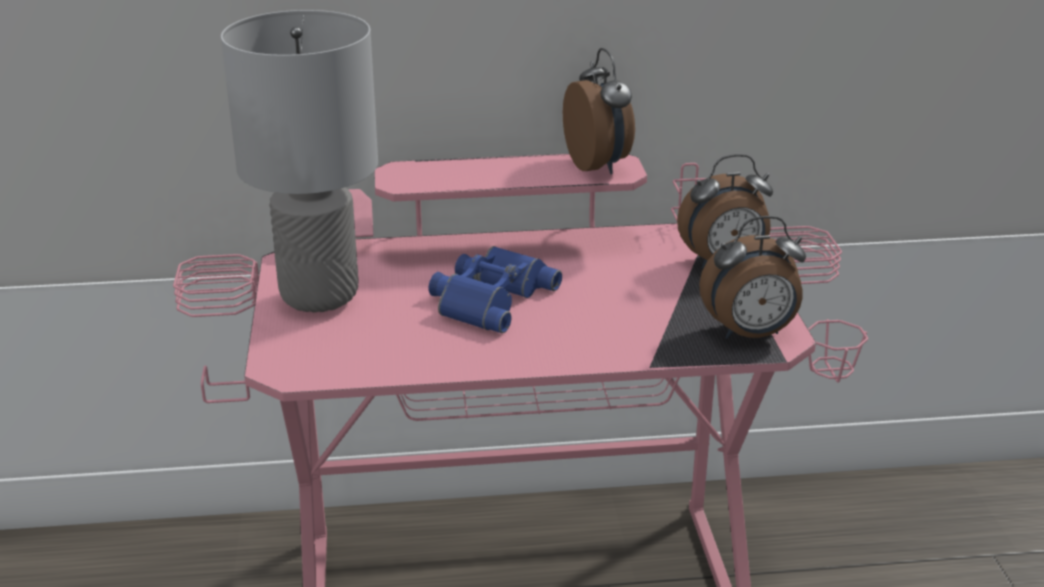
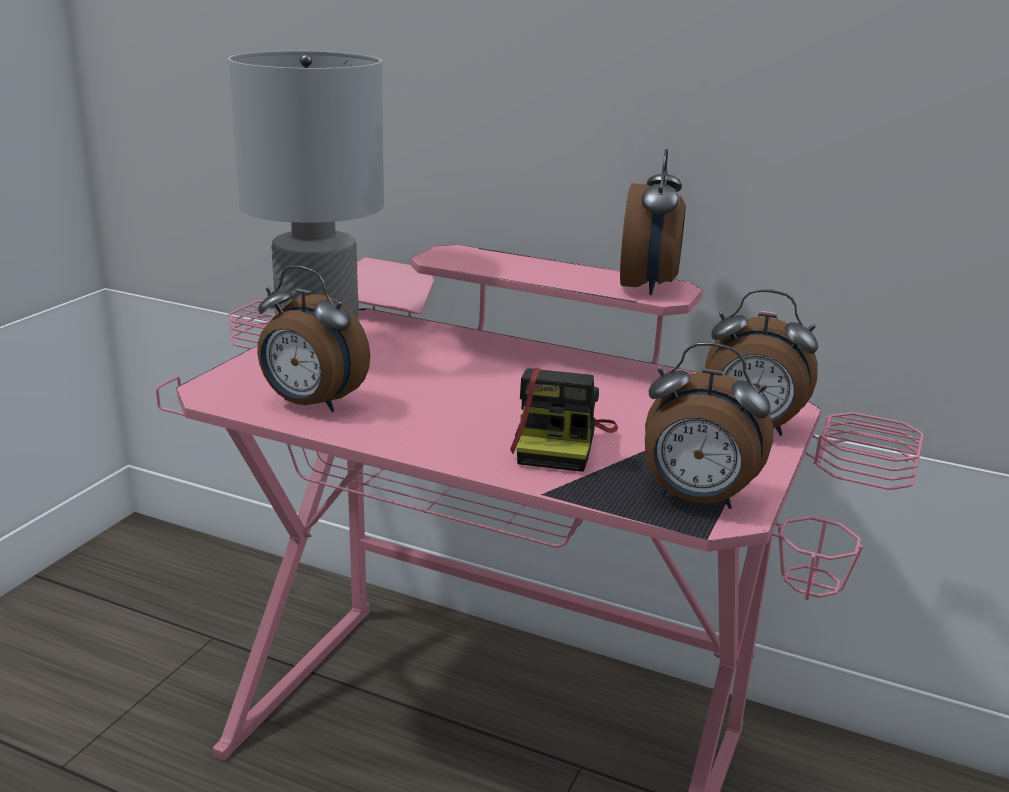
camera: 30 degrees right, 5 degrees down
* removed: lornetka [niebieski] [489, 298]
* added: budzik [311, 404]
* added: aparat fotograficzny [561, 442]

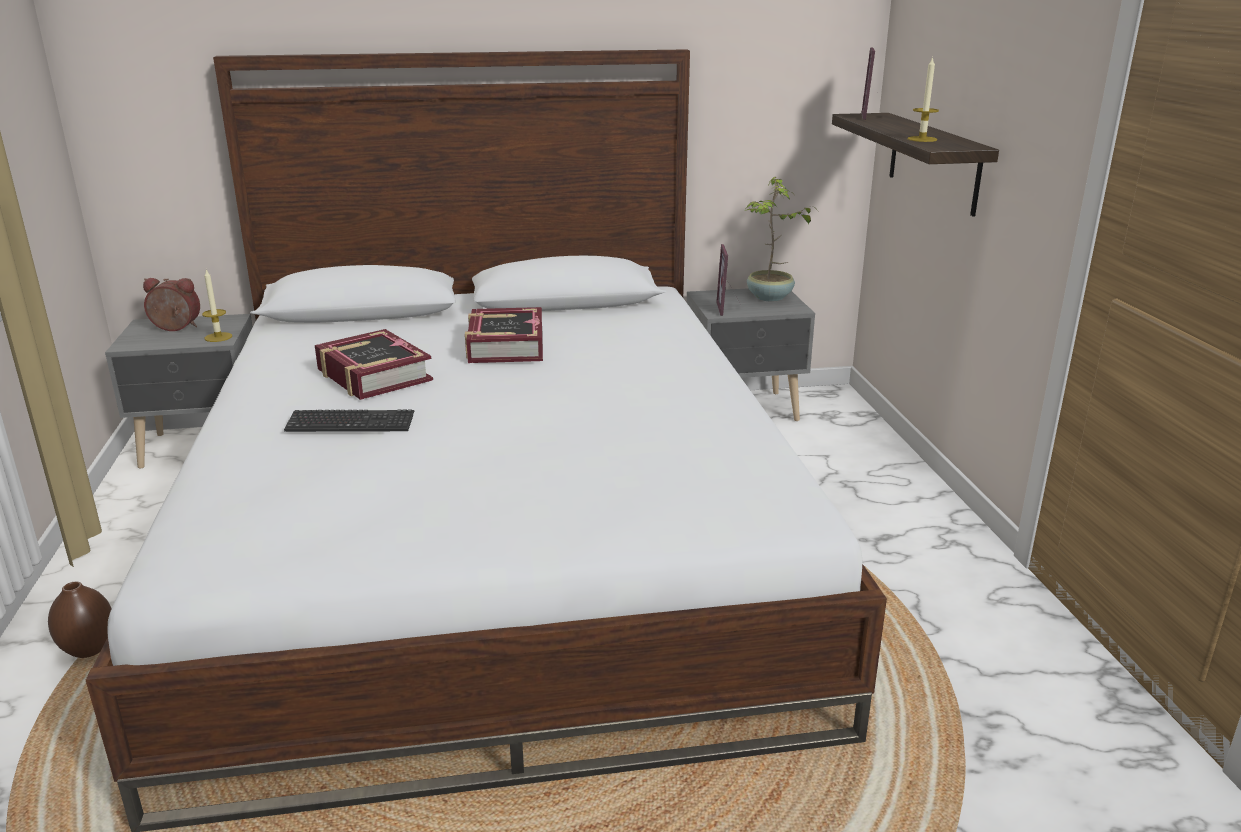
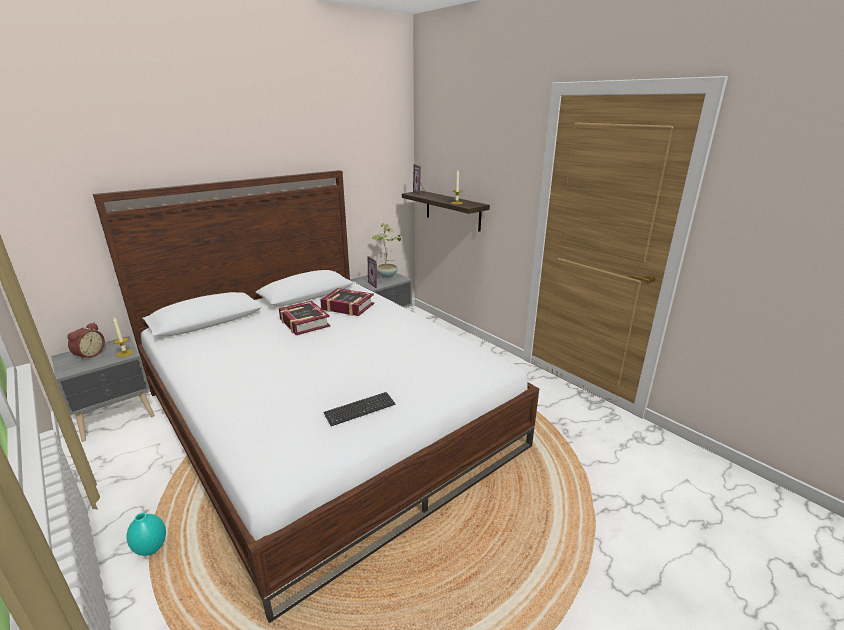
camera: 30 degrees left, 0 degrees up
* recoloured: wazon [brązowy] [88, 651] to wazon [turkusowy] [151, 549]
* turned: budzik [175, 328] = [89, 354] 135 degrees clockwise
* moved: klawiatura [350, 424] to [360, 410]
* moved: książka [373, 375] to [347, 307]

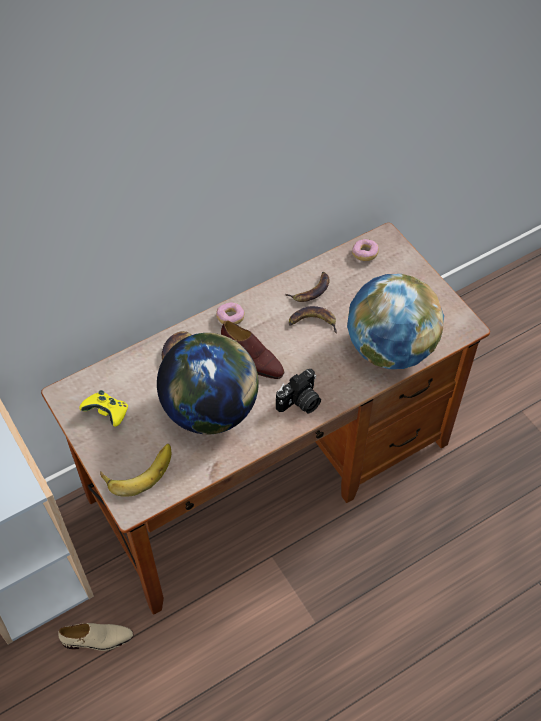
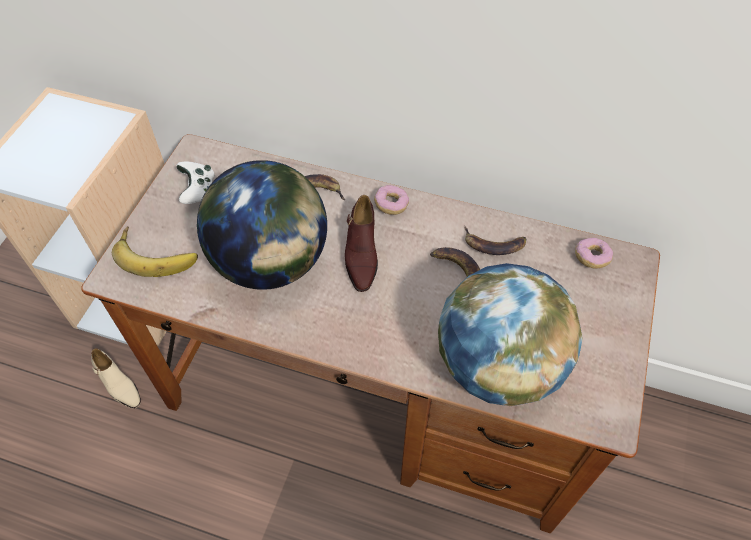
camera: 50 degrees right, 0 degrees up
* recoloured: pad do gier [żółty] [108, 414] to pad do gier [biały] [199, 192]
* removed: aparat fotograficzny [300, 402]

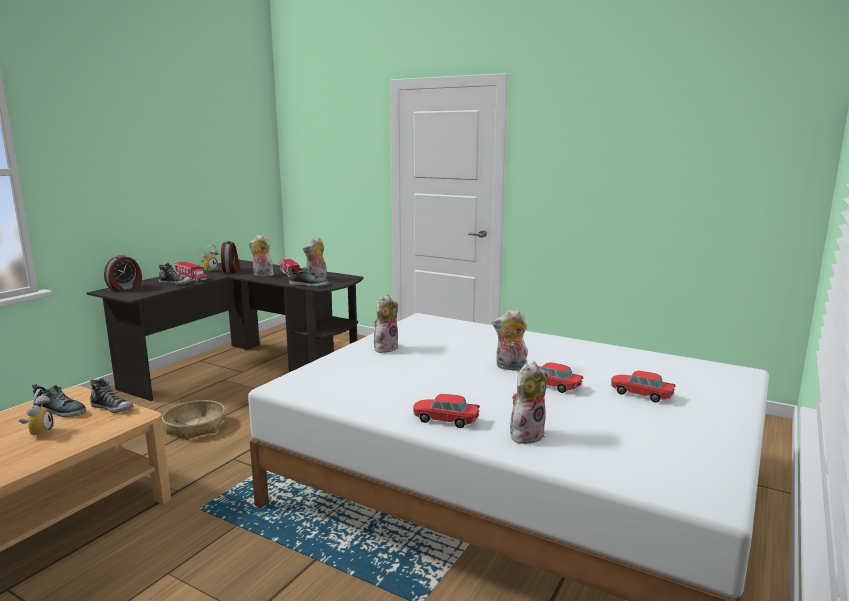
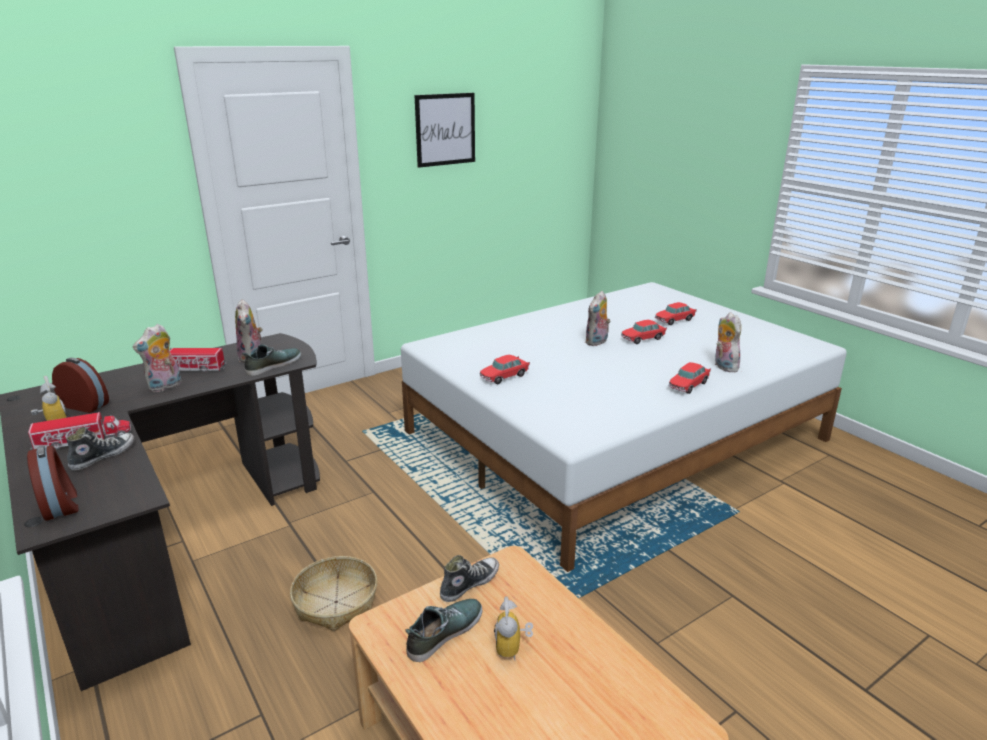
camera: 65 degrees left, 10 degrees up
* turned: budzik [38, 433] = [513, 649] 105 degrees counterclockwise
* replaced: pluszak [385, 348] to samochodzik [504, 377]
* added: obraz [445, 129]

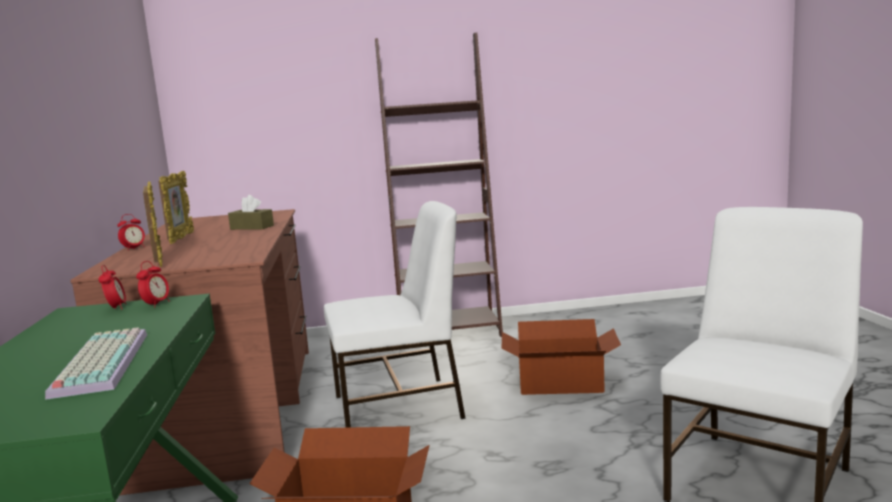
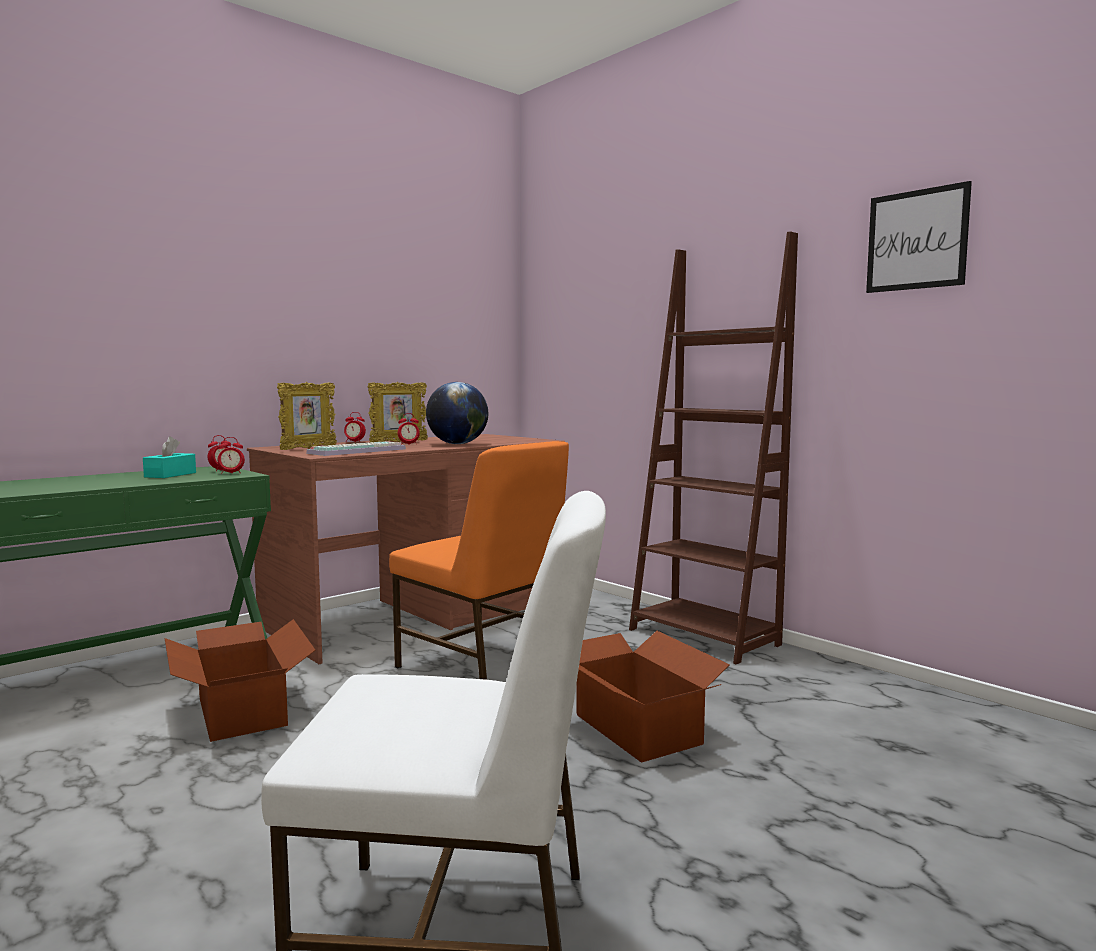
camera: 55 degrees right, 5 degrees down
* moved: klawiatura [99, 363] to [357, 451]
* replaced: pudełko chusteczek [brązowy] [252, 227] to globus [457, 444]
* recoloured: krzesło [biały] [400, 407] to krzesło [pomarańczowy] [482, 668]
* added: pudełko chusteczek [turkusowy] [170, 475]
* added: budzik [408, 444]
* added: obraz [916, 240]

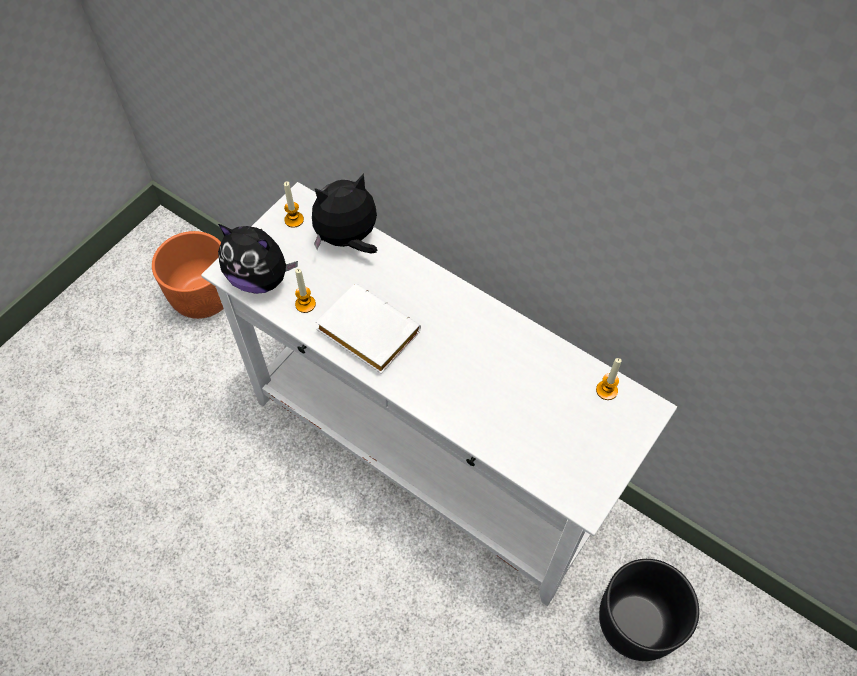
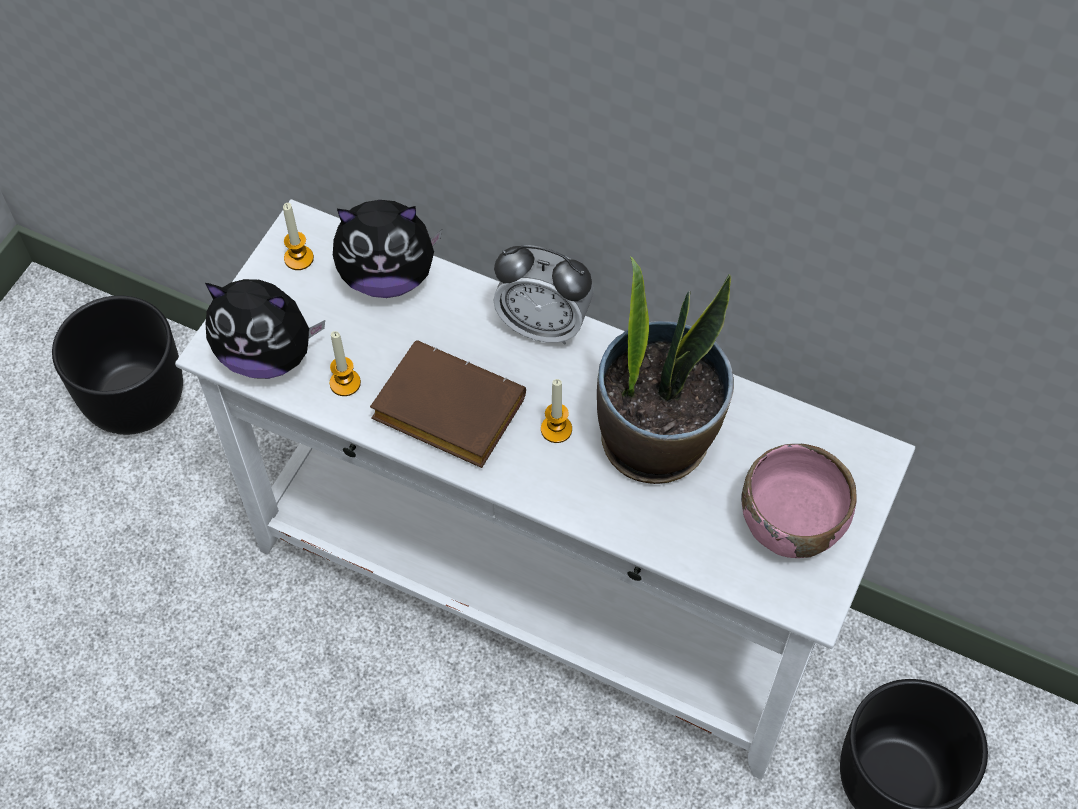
camera: 10 degrees left, 0 degrees up
* recoloured: donica [pomarańczowy] [203, 296] to donica [czarny] [134, 397]
* turned: pluszak [348, 240] = [388, 276] 150 degrees counterclockwise
* recoloured: książka [biały] [365, 333] to książka [brązowy] [443, 412]
* moved: świeca [606, 390] to [556, 429]
* added: budzik [543, 325]
* added: roślina doniczkowa [656, 439]
* added: miska [różowy] [791, 523]

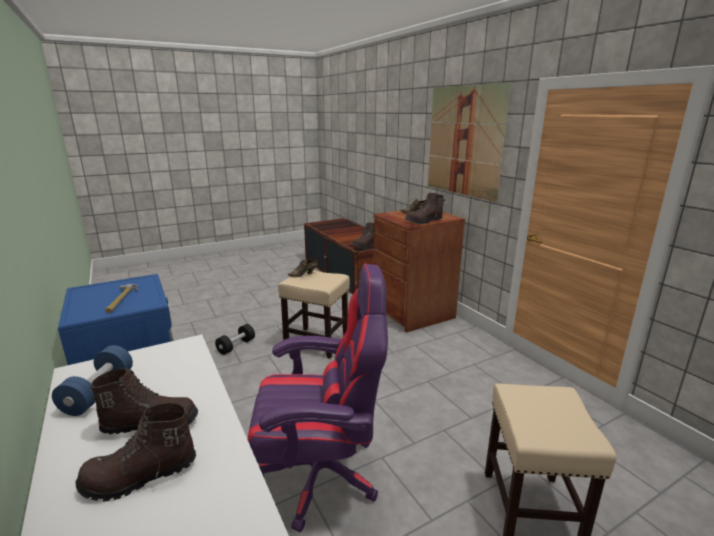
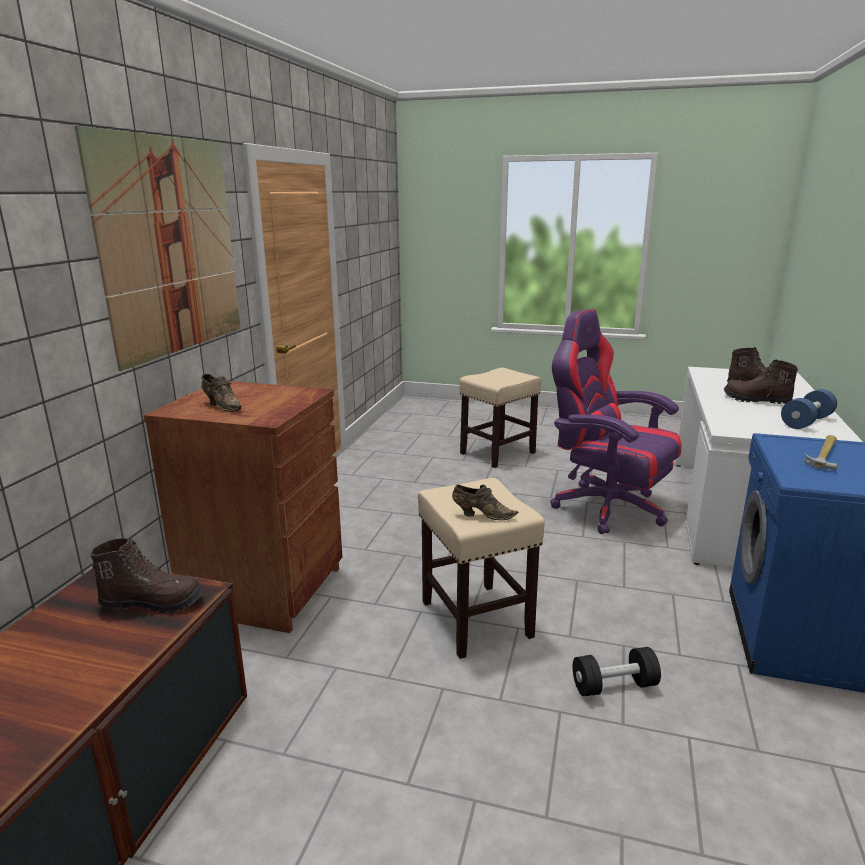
camera: 135 degrees left, 0 degrees up
* removed: but z cholewką [brązowy] [424, 221]

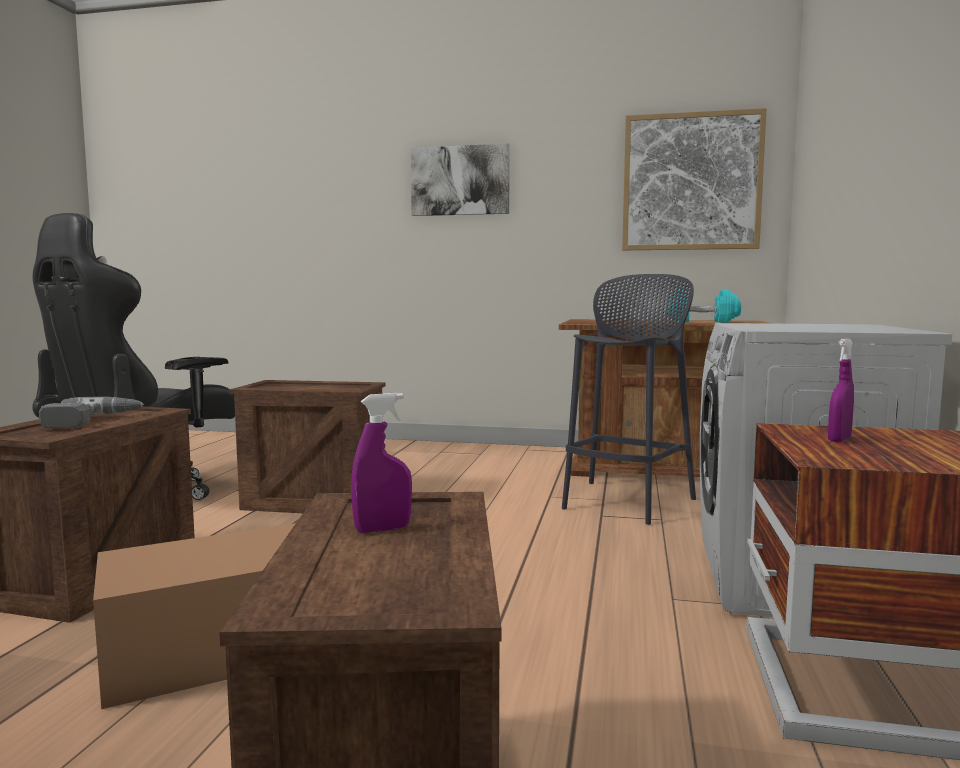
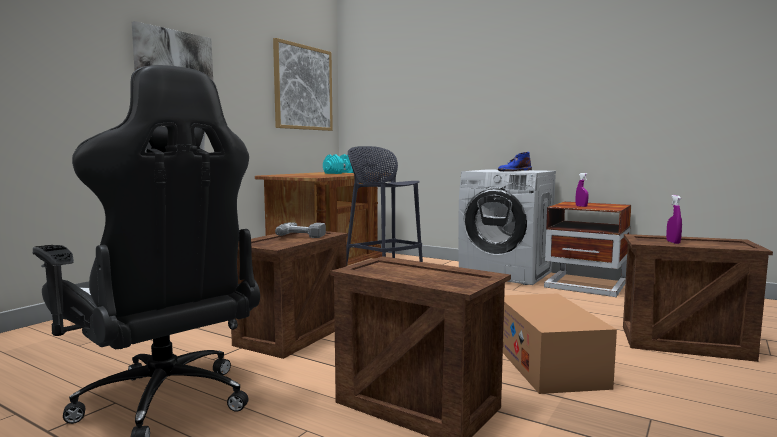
camera: 70 degrees left, 0 degrees up
* moved: wiertarka [93, 420] to [303, 234]
* added: but z cholewką [niebieski] [514, 170]

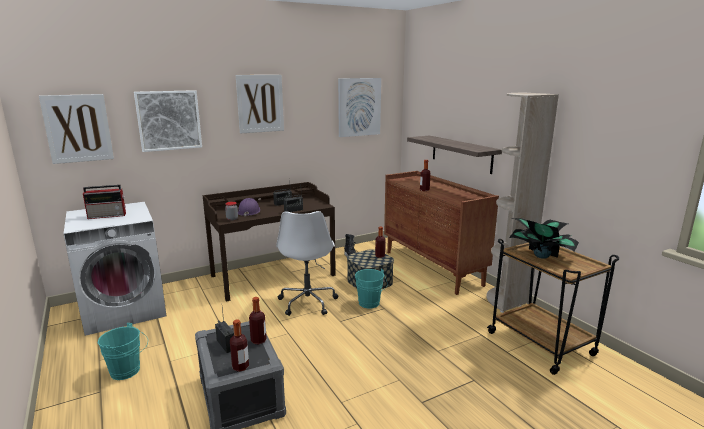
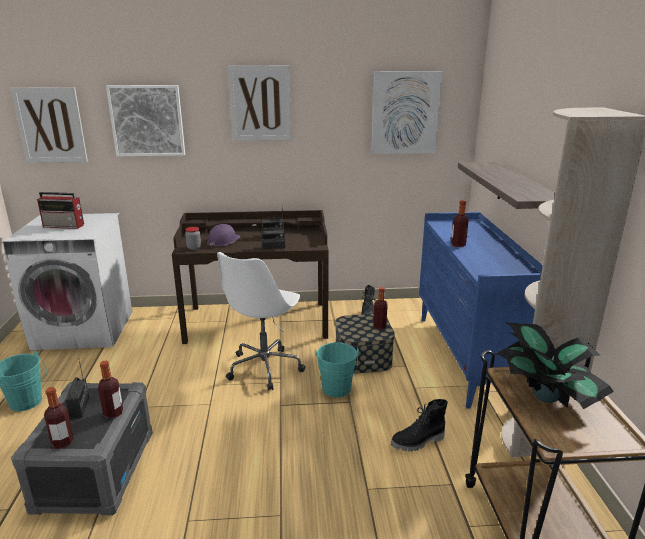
camera: 25 degrees right, 5 degrees up
* recoloured: szafka [brązowy] [432, 268] to szafka [niebieski] [465, 357]
* added: but z cholewką [czarny] [418, 442]

